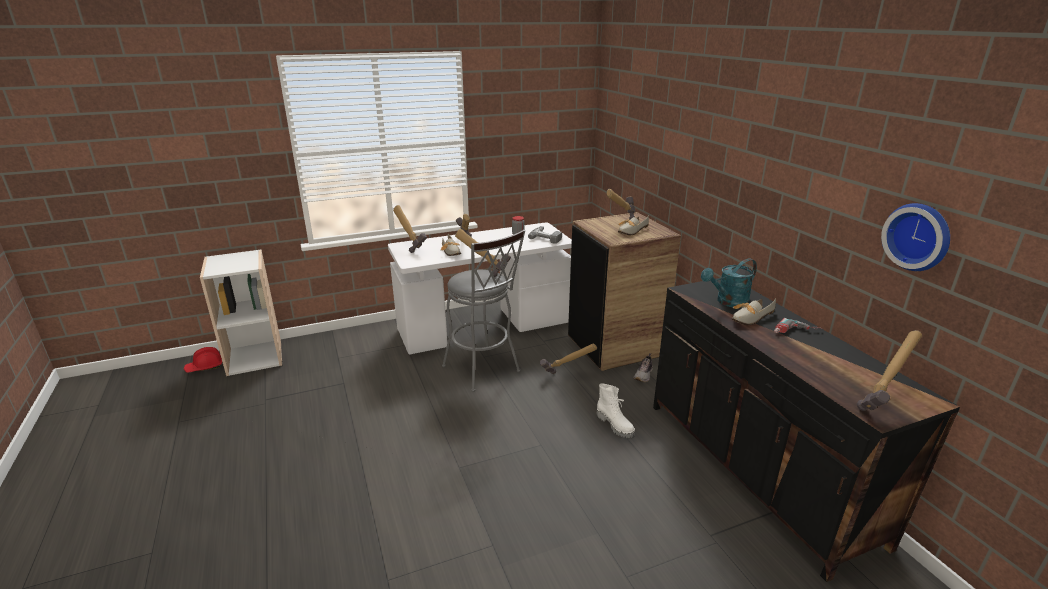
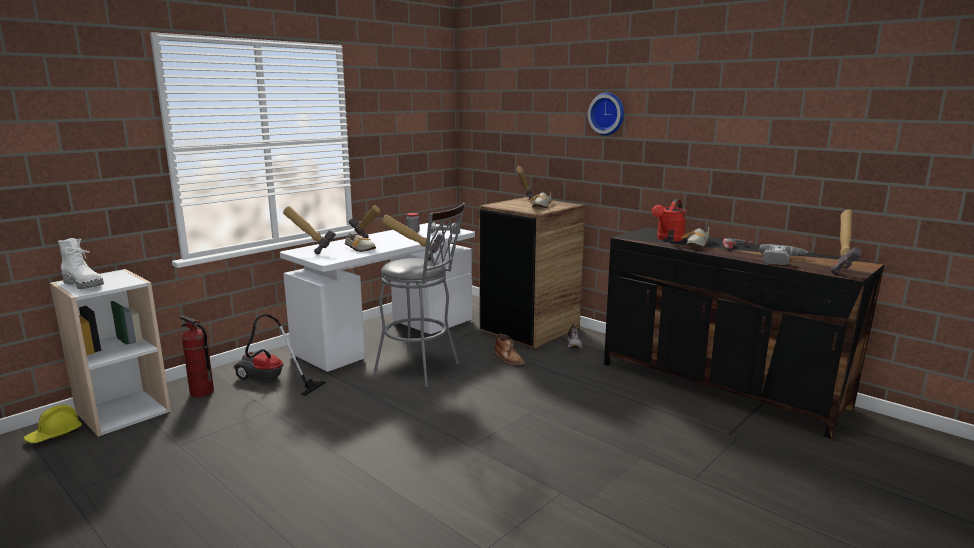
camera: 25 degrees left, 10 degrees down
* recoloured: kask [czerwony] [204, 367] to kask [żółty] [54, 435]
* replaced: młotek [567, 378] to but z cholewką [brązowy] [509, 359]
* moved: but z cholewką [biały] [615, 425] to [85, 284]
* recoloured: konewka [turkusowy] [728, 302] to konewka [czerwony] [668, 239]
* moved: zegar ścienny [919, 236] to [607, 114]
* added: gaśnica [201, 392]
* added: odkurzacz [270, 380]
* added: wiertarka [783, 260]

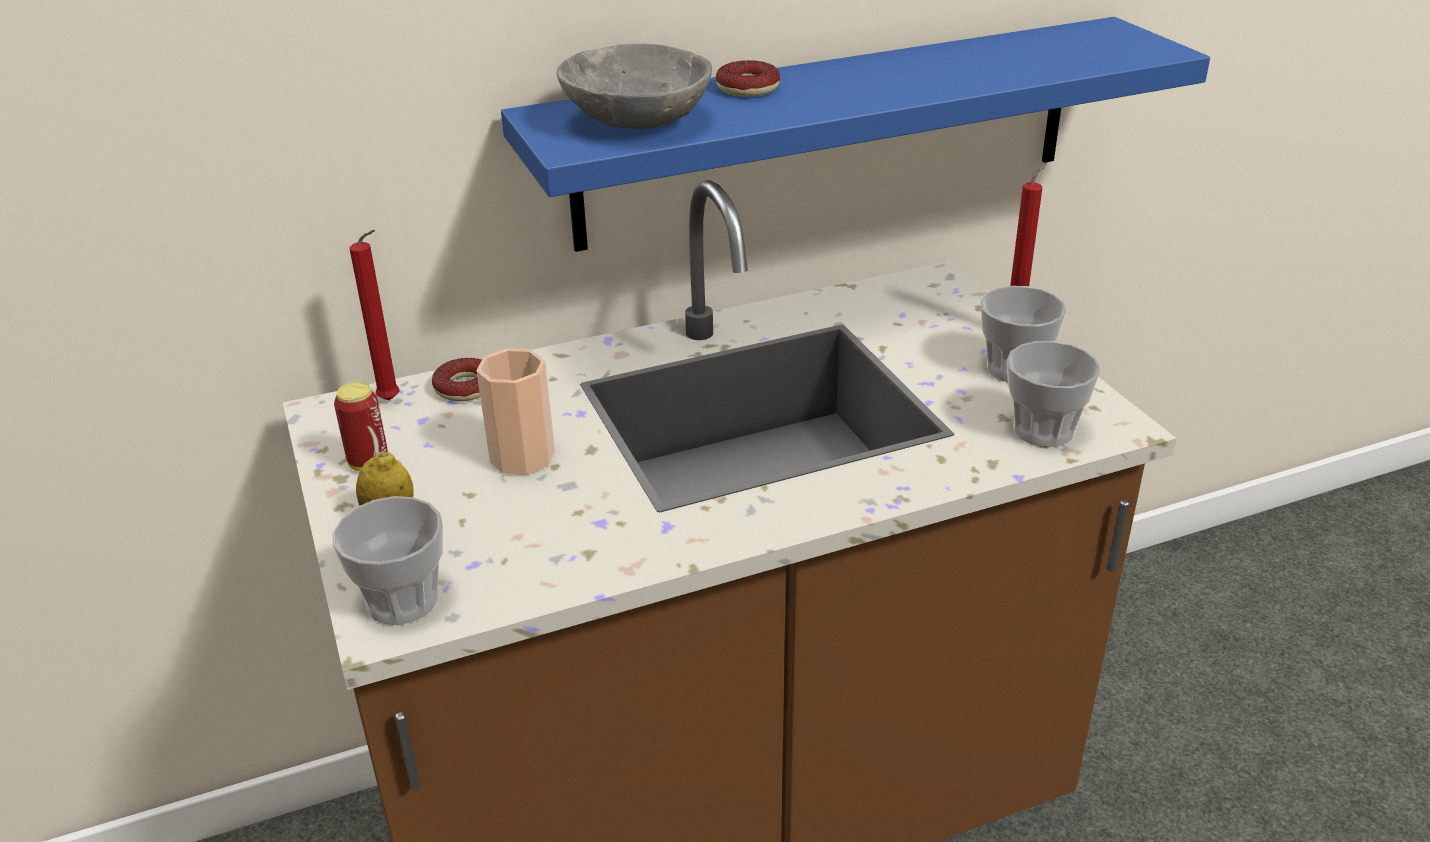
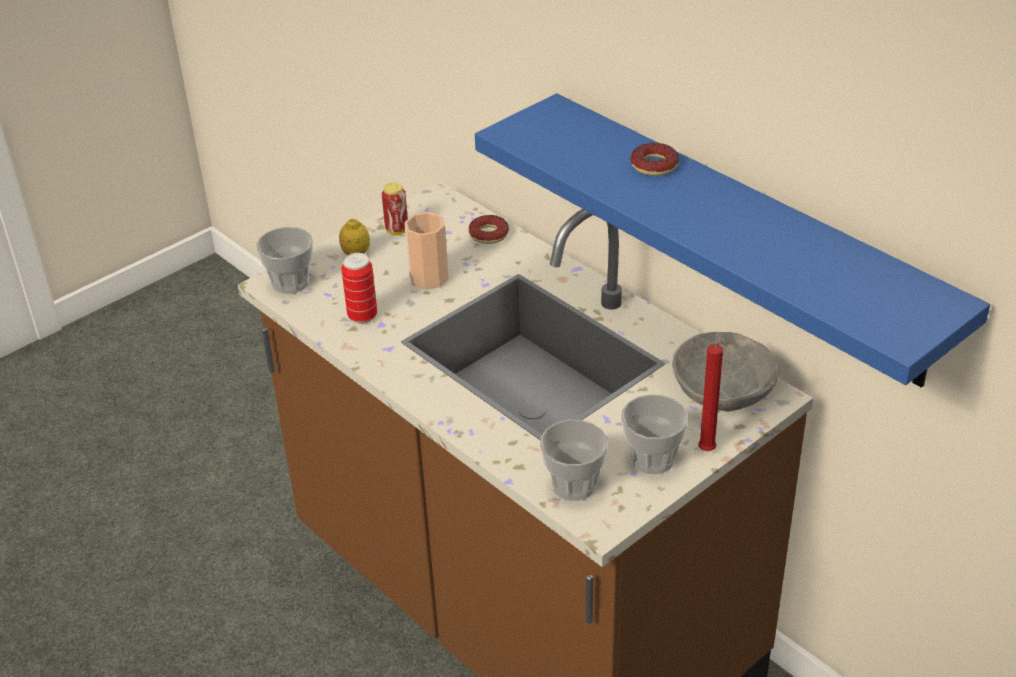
camera: 70 degrees right, 5 degrees up
* removed: świeca [czerwony] [392, 401]
* moved: miska [szary] [635, 122] to [721, 393]
* added: puszka [362, 316]

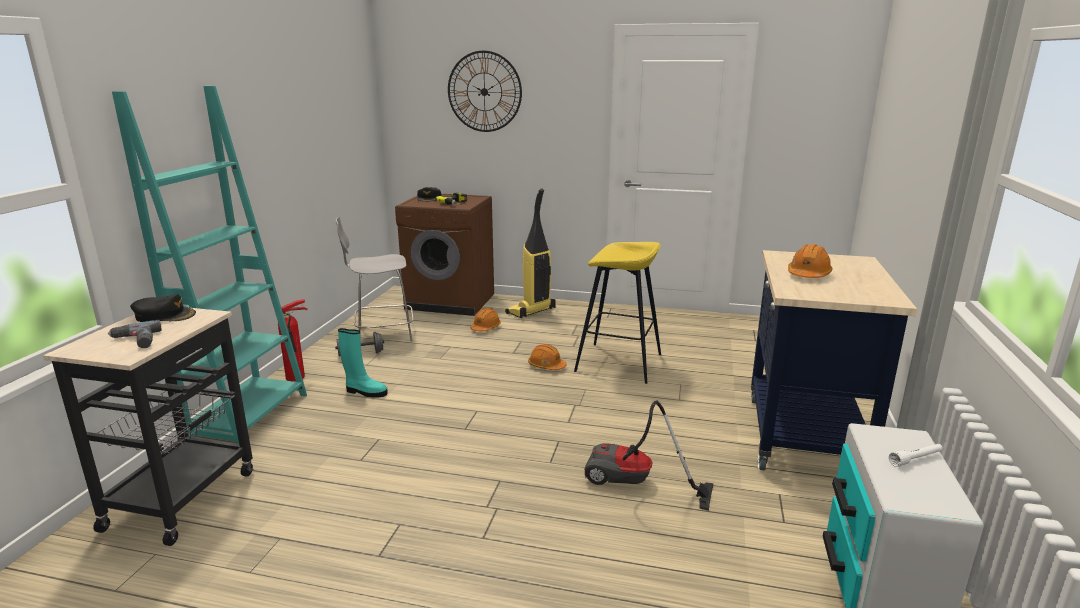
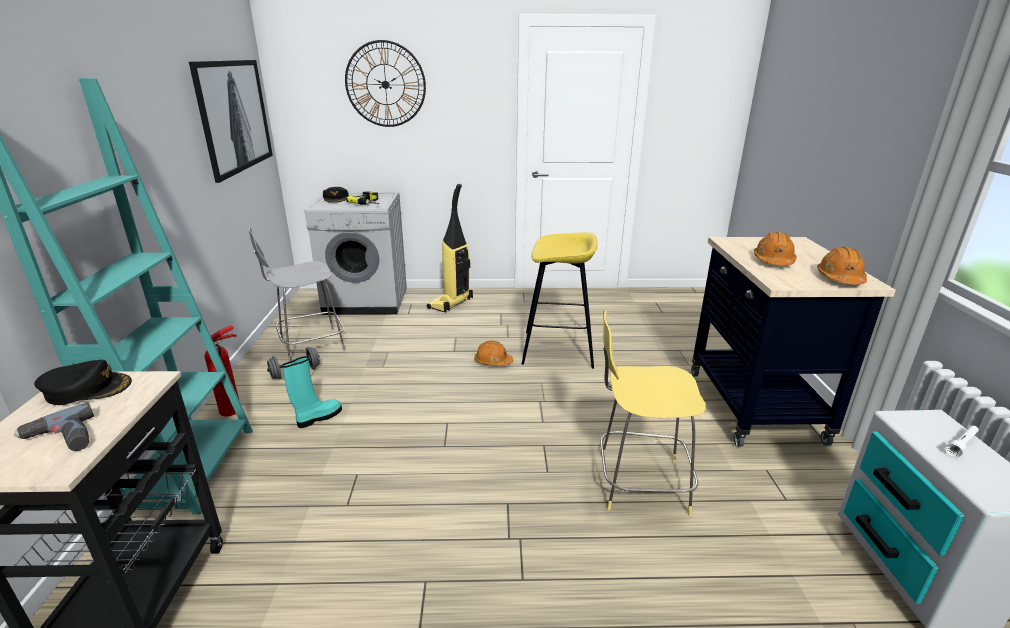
camera: 15 degrees left, 5 degrees up
* turned: but z cholewką [turkusowy] [365, 392] = [318, 418] 45 degrees counterclockwise
* recoloured: pralka [brązowy] [450, 302] to pralka [biały] [366, 302]
* moved: kask [pomarańczowy] [485, 328] to [840, 278]
* replaced: odkurzacz [635, 484] to stołek [żółty] [638, 483]
* added: obraz [233, 116]

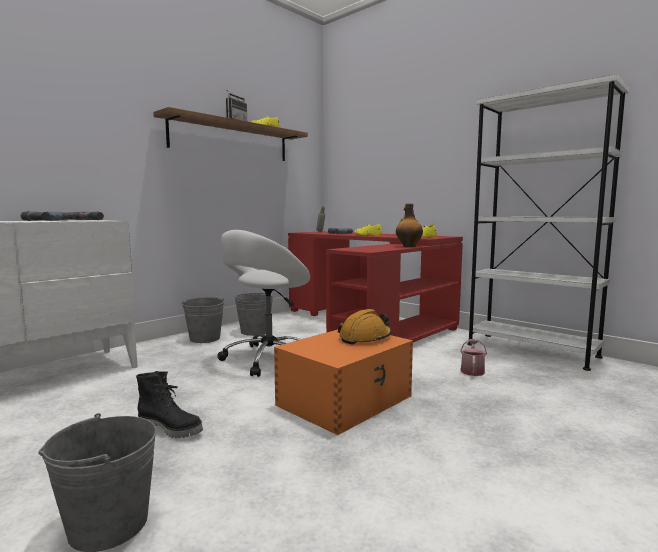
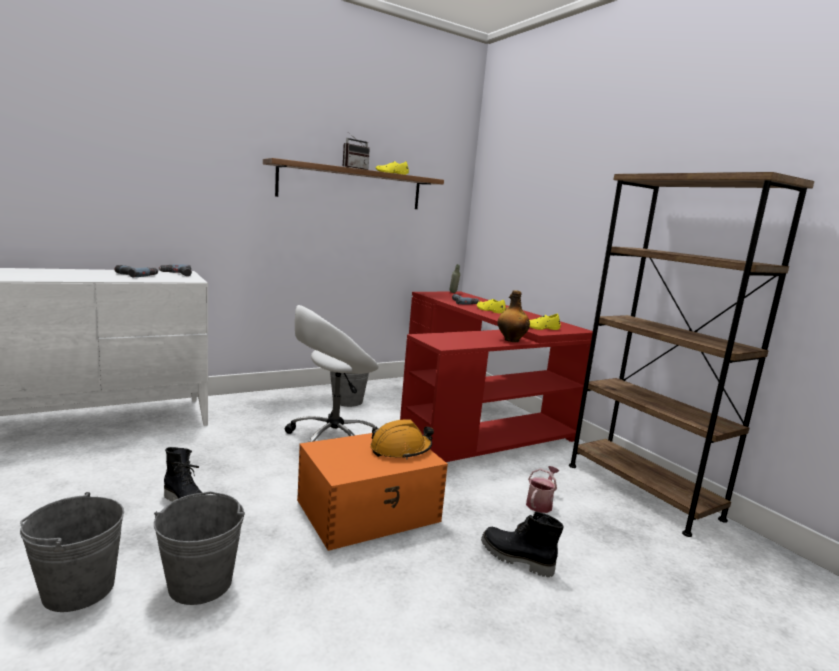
camera: 15 degrees right, 5 degrees up
* moved: wiadro [szary] [205, 338] to [200, 583]
* recoloured: regał [biały] [531, 350] to regał [brązowy] [641, 491]
* added: but z cholewką [czarny] [515, 559]

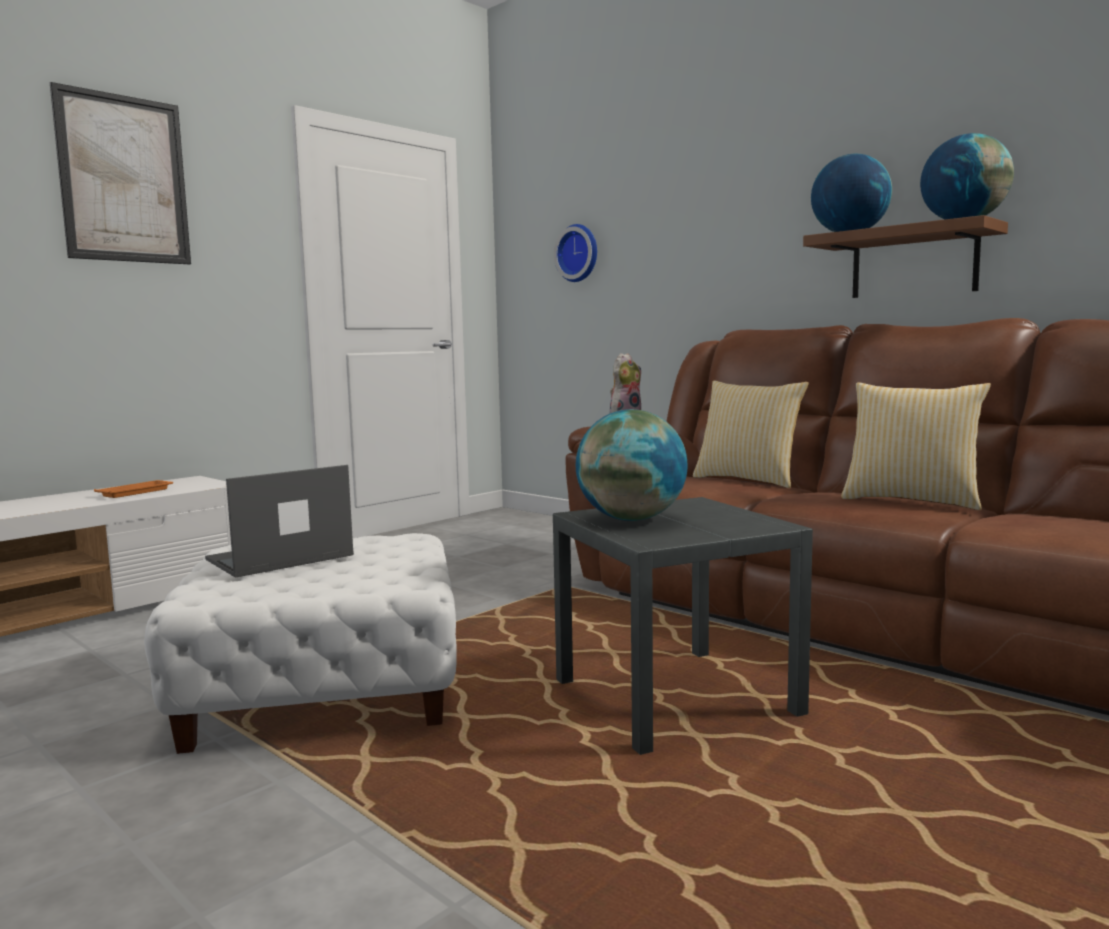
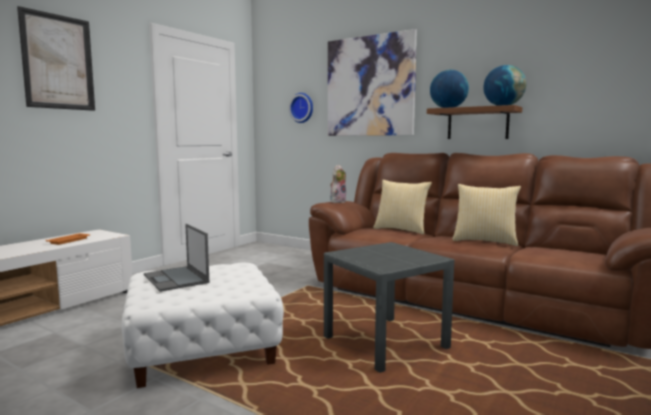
camera: 10 degrees left, 0 degrees up
* turned: laptop [278, 558] = [176, 279] 75 degrees counterclockwise
* removed: globus [632, 519]
* added: obraz [370, 86]

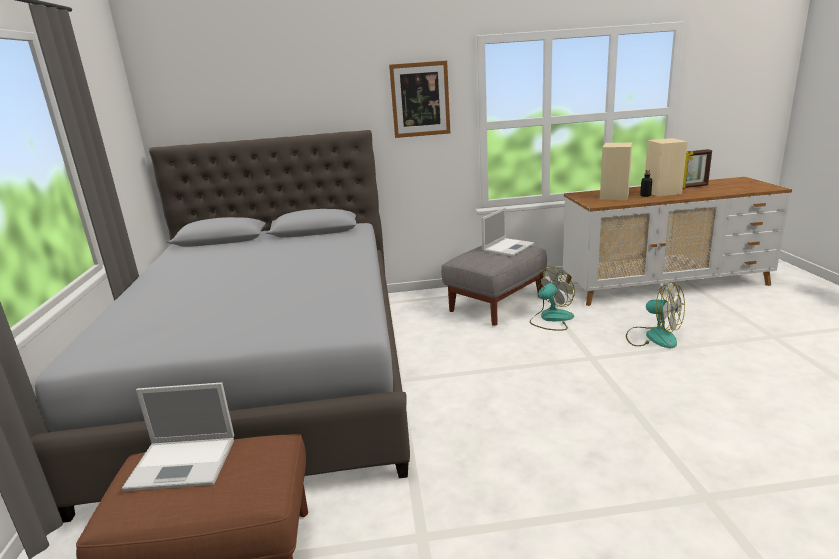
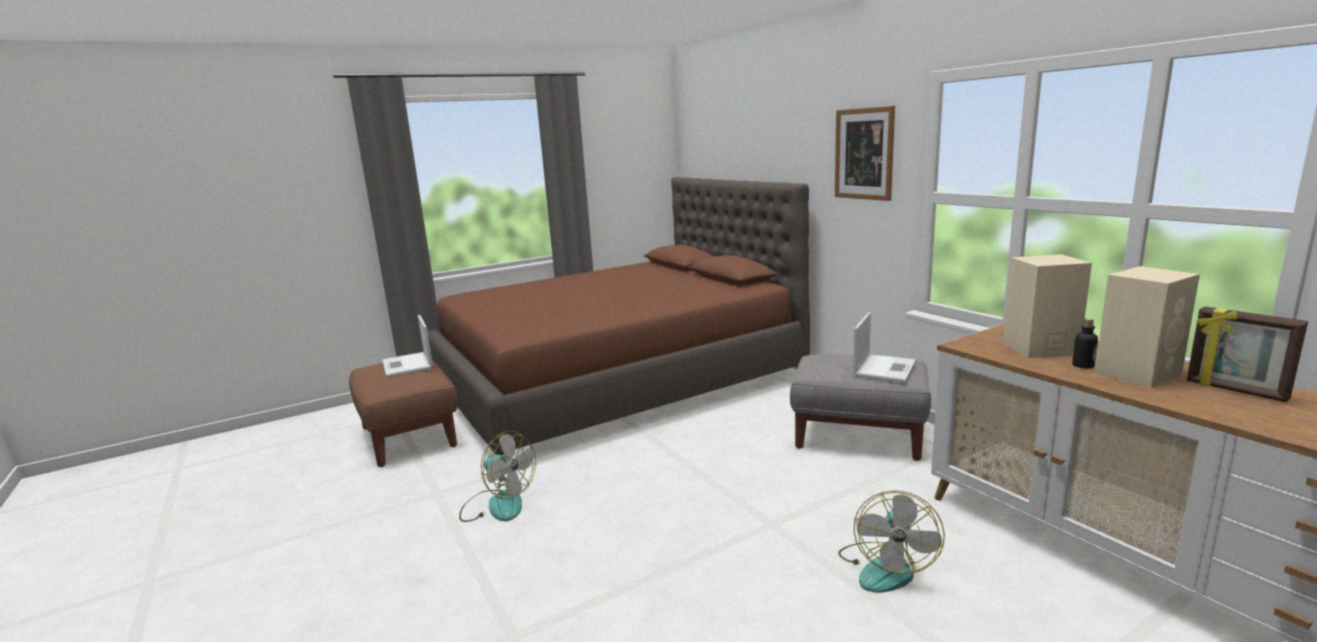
camera: 65 degrees right, 5 degrees down
* recoloured: łóżko [szary] [272, 374] to łóżko [brązowy] [618, 382]
* turned: laptop [508, 247] = [884, 368] 75 degrees counterclockwise
* moved: wentylator [551, 319] to [497, 504]

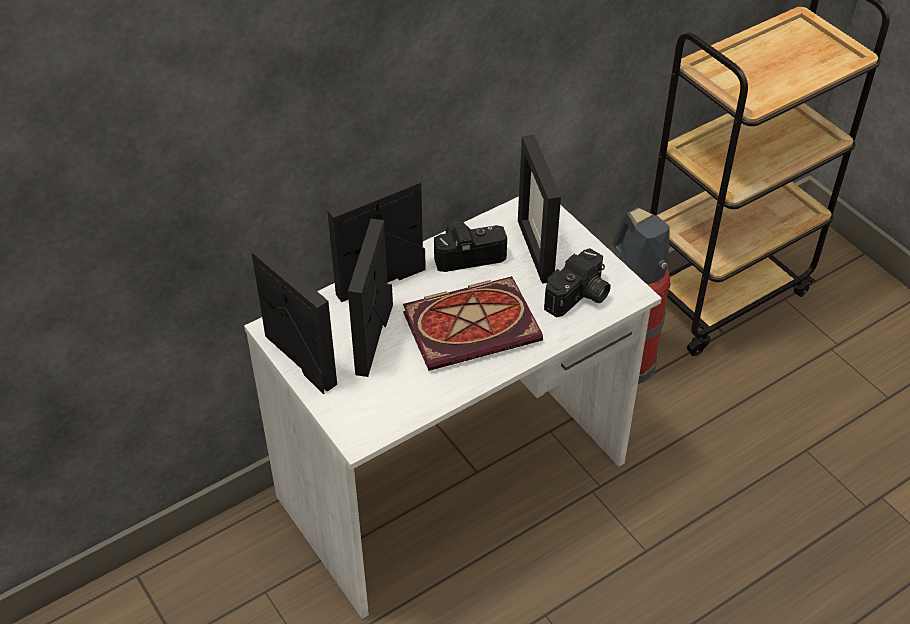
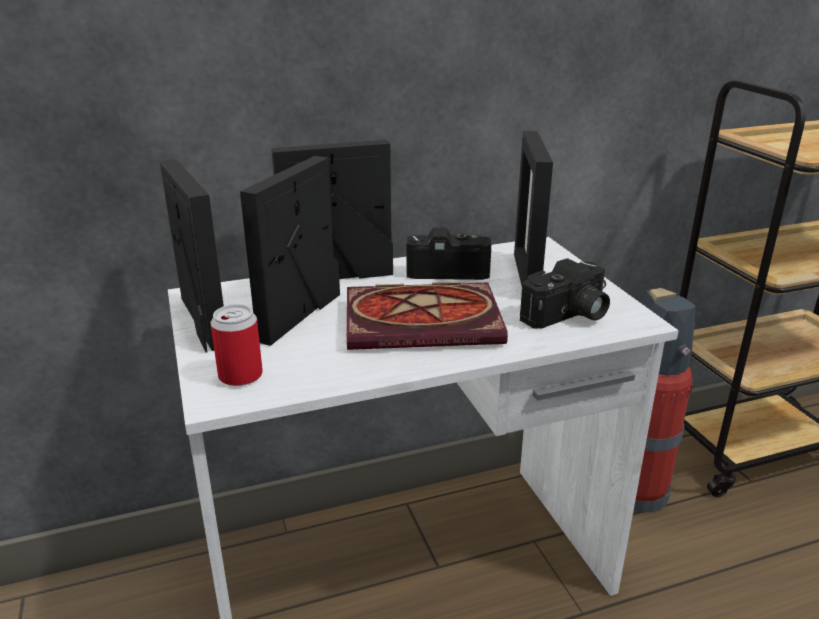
camera: 15 degrees right, 20 degrees down
* added: puszka [240, 376]

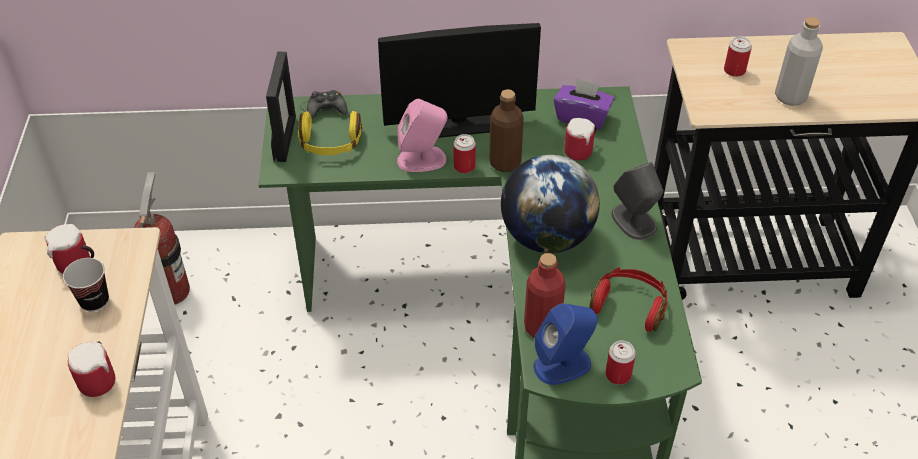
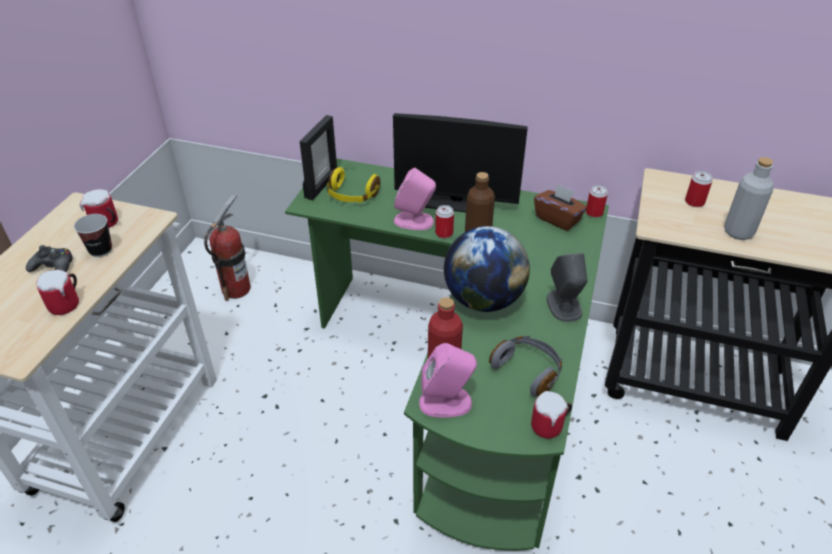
camera: 20 degrees right, 5 degrees down
* moved: pad do gier [czarny] [327, 109] to [53, 266]
* recoloured: głośnik [niebieski] [563, 364] to głośnik [różowy] [446, 402]
* recoloured: pudełko chusteczek [fioletowy] [582, 117] to pudełko chusteczek [brązowy] [558, 219]
* moved: kubek [582, 150] to [551, 426]
* recoloured: słuchawki [czerwony] [629, 305] to słuchawki [szary] [528, 370]
* moved: puszka [618, 375] to [594, 213]

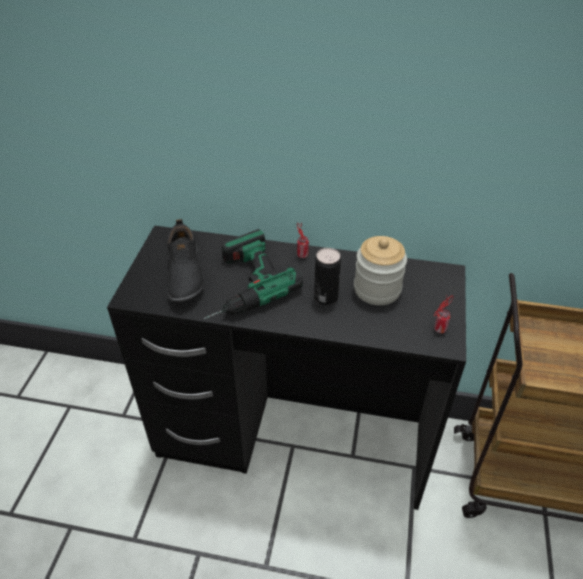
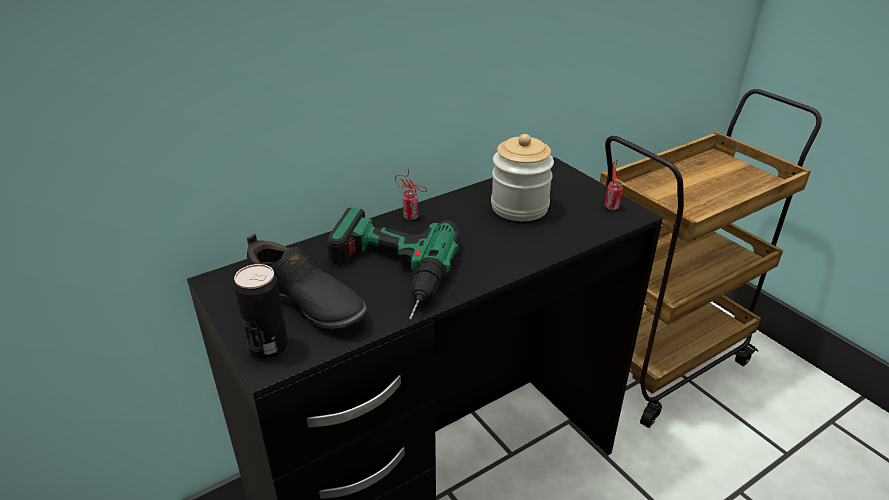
camera: 45 degrees left, 10 degrees down
* moved: puszka [326, 297] to [268, 347]

